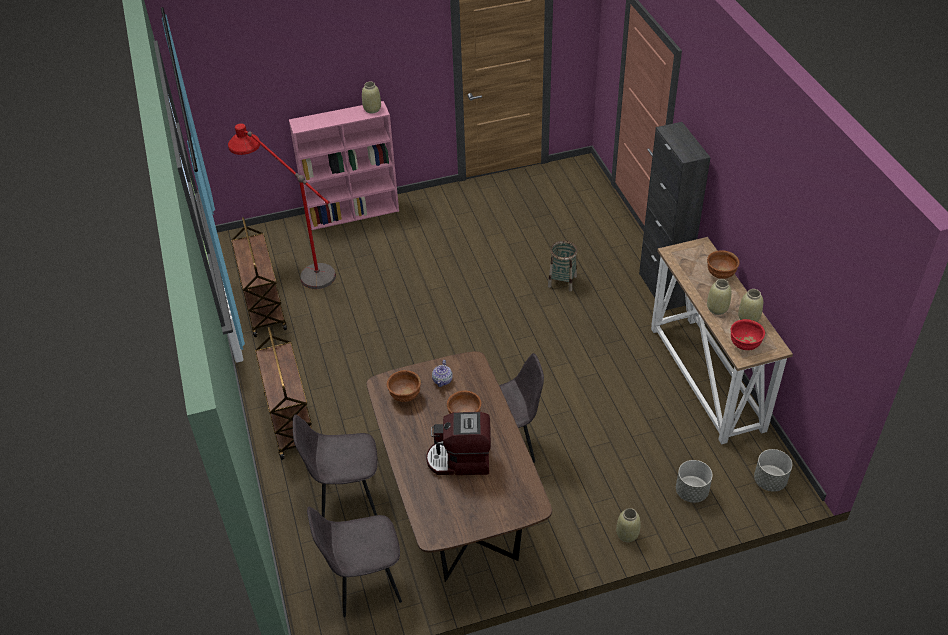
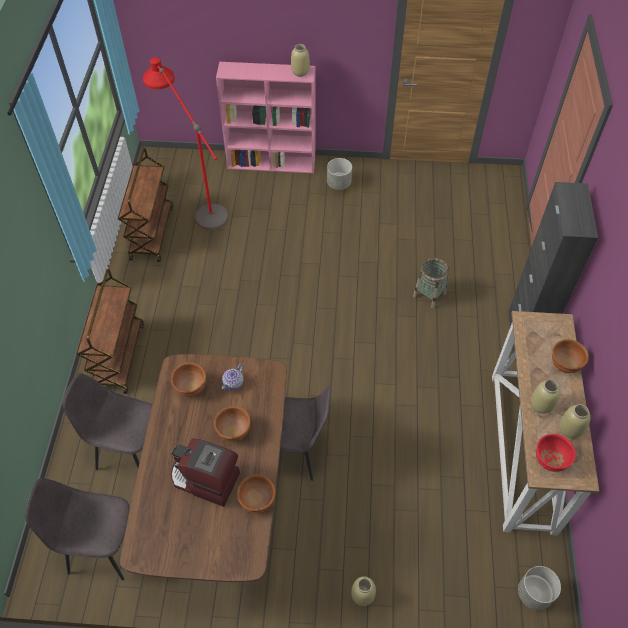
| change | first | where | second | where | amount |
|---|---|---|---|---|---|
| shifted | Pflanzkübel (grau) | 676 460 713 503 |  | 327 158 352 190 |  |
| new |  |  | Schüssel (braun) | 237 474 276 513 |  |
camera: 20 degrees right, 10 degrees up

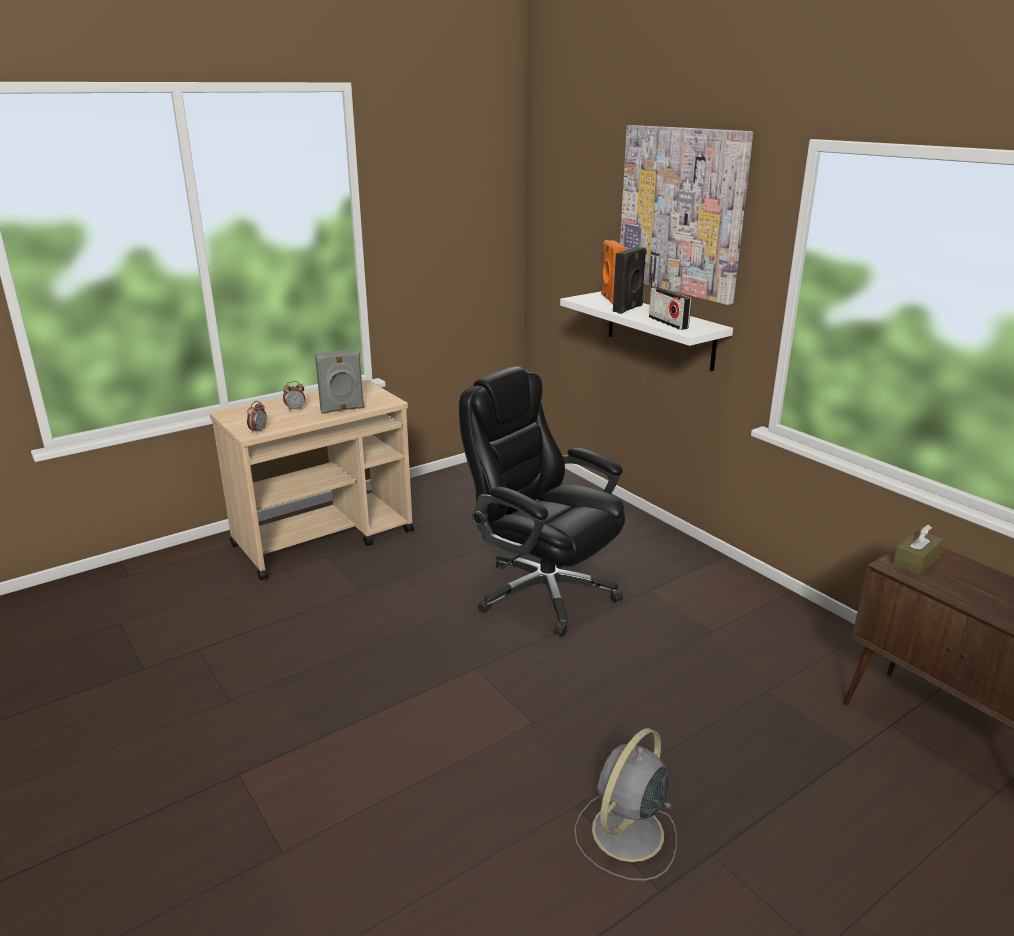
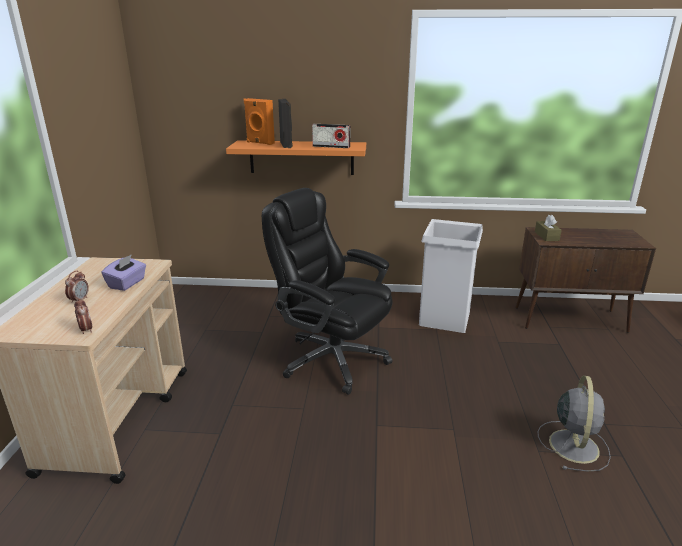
| change | first | where | second | where | amount |
|---|---|---|---|---|---|
| gone | Bild | 620 125 753 305 |  |  |  |
| repainted | Wandregal (weiß) | 560 292 733 371 | Wandregal (orange) | 226 140 366 175 |  |
| swapped | Lautsprecher (grau) | 315 349 364 414 | Taschentuchbox (lila) | 101 254 146 291 |  |
| rotated | Bürostuhl (schwarz) | 459 366 625 637 |  | 262 188 393 395 | 45 degrees clockwise |
| rotated | Ventilator (grau) | 574 728 677 881 |  | 538 375 611 472 | 150 degrees counterclockwise |
| new |  |  | Mülleimer (weiß) | 419 219 483 333 |  |
camera: 50 degrees left, 0 degrees up

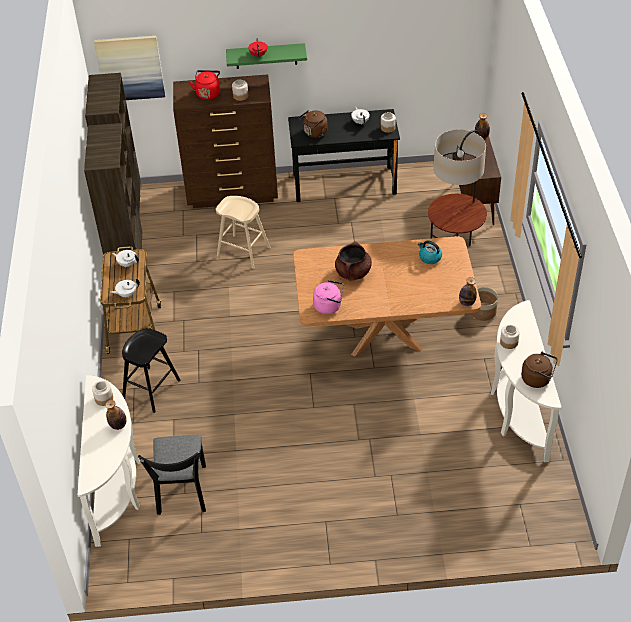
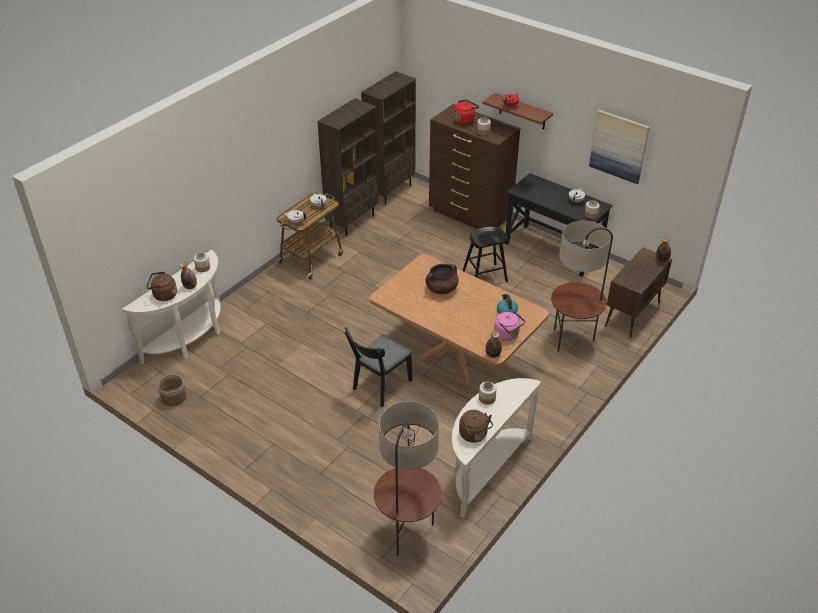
| change | first | where | second | where | amount |
|---|---|---|---|---|---|
| shifted | Bild | 94 36 165 100 |  | 589 110 650 184 |  |
| repainted | Wandregal (grün) | 226 43 307 69 | Wandregal (braun) | 482 93 553 129 |  |
| shifted | Wasserkessel (braun) | 299 110 328 138 |  | 146 272 177 301 |  |
| gone | Hocker (beige) | 216 196 270 269 |  |  |  |
| shifted | Wasserkessel (rosa) | 313 280 344 314 |  | 494 312 526 341 |  |
| shifted | Pflanzkübel | 471 287 498 321 |  | 158 374 186 406 |  |
| shifted | Hocker (schwarz) | 122 328 180 413 |  | 462 227 508 282 |  |
| shifted | Stuhl (schwarz) | 138 435 206 515 |  | 344 327 412 407 |  |
| new |  |  | Stehlampe | 374 401 442 555 |  |
camera: 40 degrees right, 5 degrees down

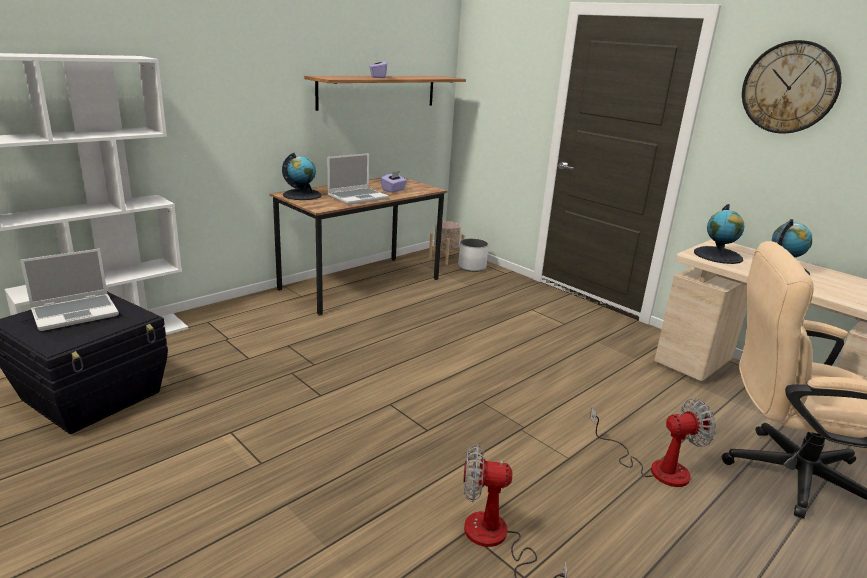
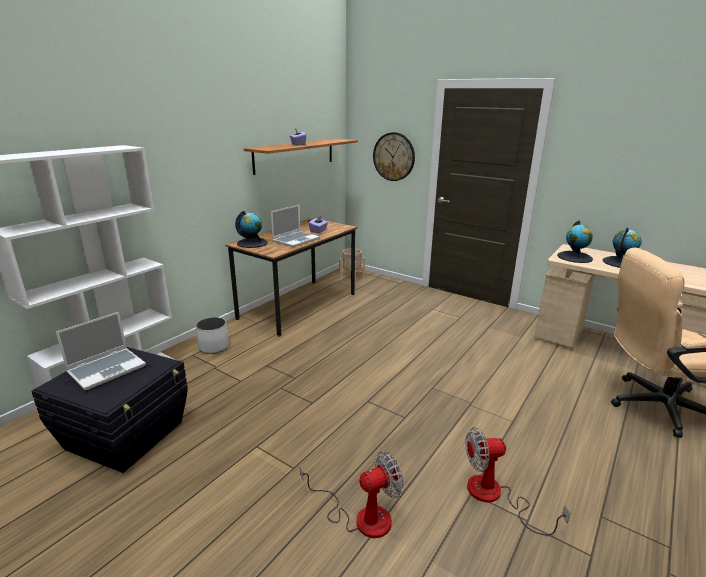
| change | first | where | second | where | amount |
|---|---|---|---|---|---|
| shifted | Wanduhr | 742 40 842 134 |  | 373 132 415 181 |  |
| shifted | Pflanzkübel (weiß) | 458 238 489 272 |  | 196 317 229 354 |  |
| shifted | Ventilator | 590 398 716 487 |  | 300 451 404 538 |  |
camera: 10 degrees left, 0 degrees up

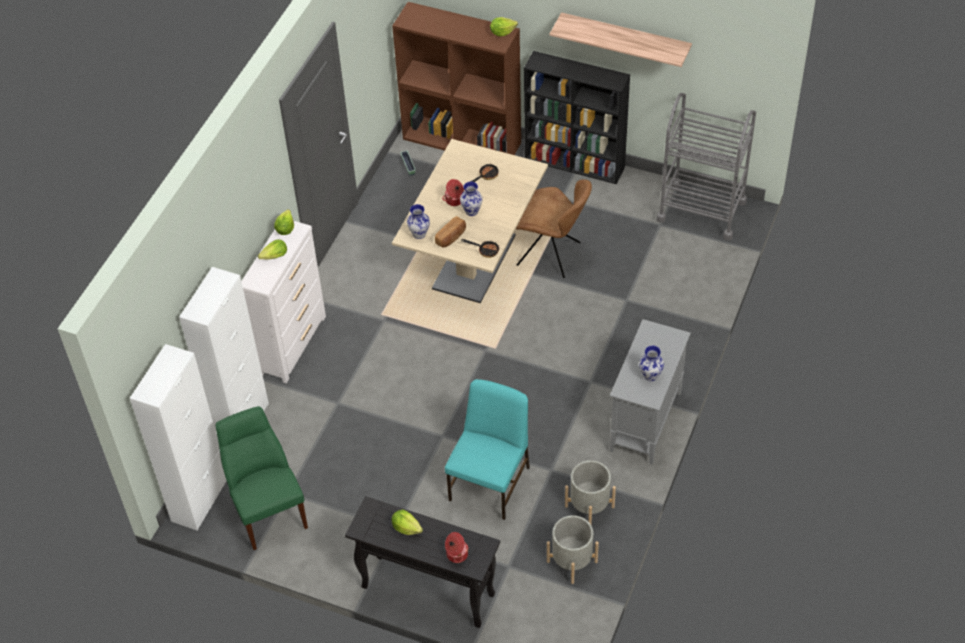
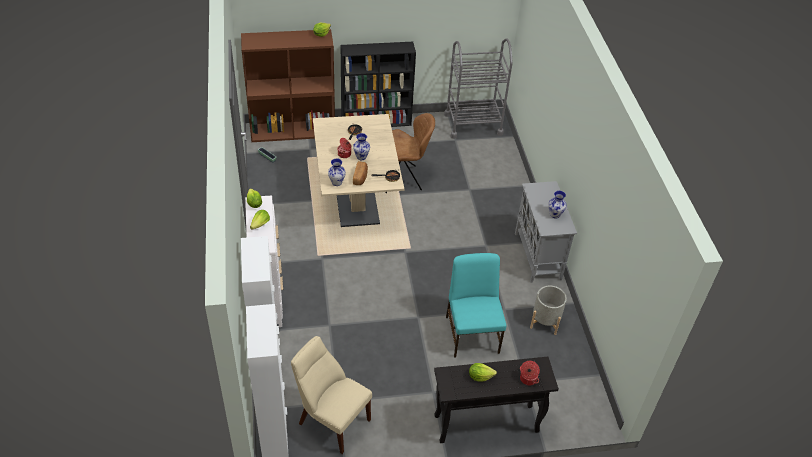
| change | first | where | second | where | amount |
|---|---|---|---|---|---|
| gone | Wandregal | 549 12 692 67 |  |  |  |
| repainted | Stuhl (grün) | 216 406 308 550 | Stuhl (beige) | 291 336 372 454 |  |
| gone | Pflanzkübel (grau) | 547 515 599 584 |  |  |  |
camera: 35 degrees left, 5 degrees down

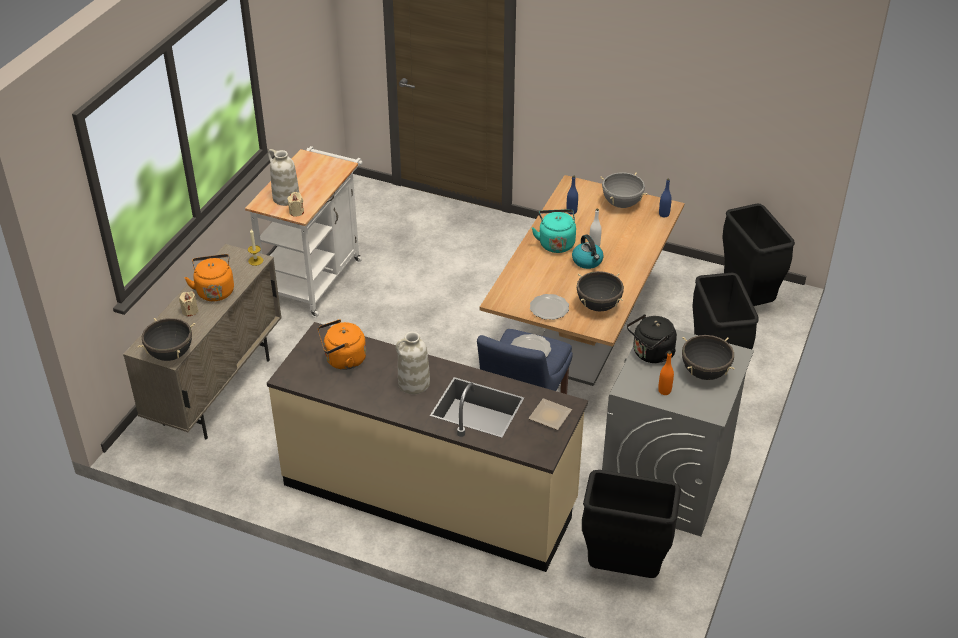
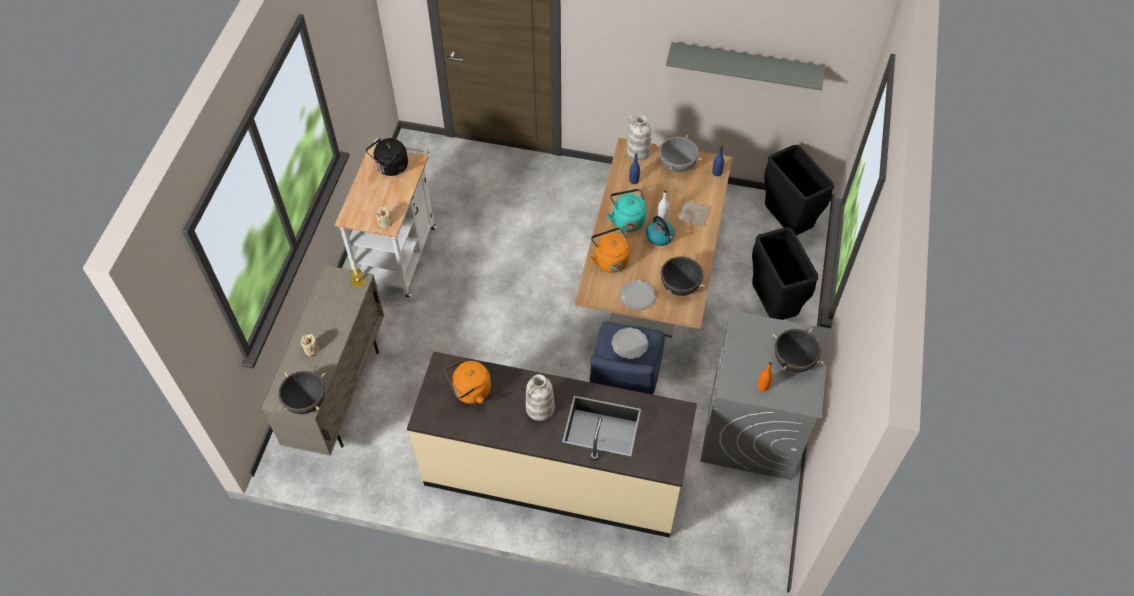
| change | first | where | second | where | amount |
|---|---|---|---|---|---|
| shifted | Vase (weiß) | 268 149 299 206 |  | 627 115 651 161 |  |
| shifted | Wasserkessel (orange) | 185 254 234 301 |  | 590 228 630 273 |  |
| shifted | Wasserkessel (schwarz) | 627 314 677 363 |  | 366 138 408 176 |  |
| shifted | Teller | 528 398 572 430 |  | 679 201 709 226 |  |
| gone | Mülleimer (schwarz) | 582 470 681 578 |  |  |  |
| new |  |  | Wandregal (grau) | 666 42 825 91 |  |
camera: 10 degrees left, 15 degrees up

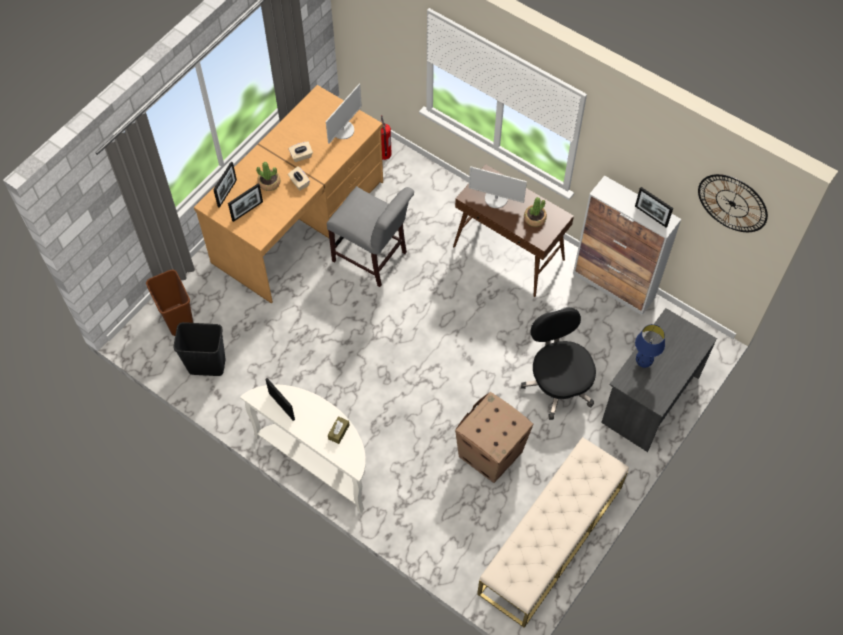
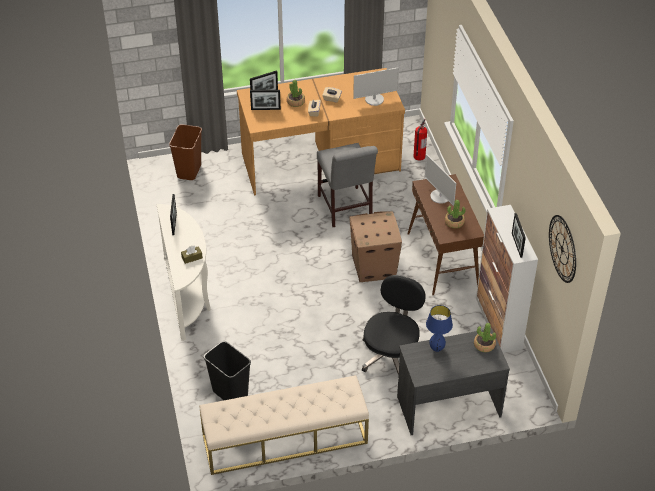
| change | first | where | second | where | amount |
|---|---|---|---|---|---|
| shifted | Mülleimer (schwarz) | 173 322 226 376 |  | 204 341 251 400 |  |
| shifted | Karton | 455 392 533 483 |  | 349 211 402 282 |  |
| new |  |  | Topfpflanze | 474 323 496 352 |  |
camera: 40 degrees right, 15 degrees down

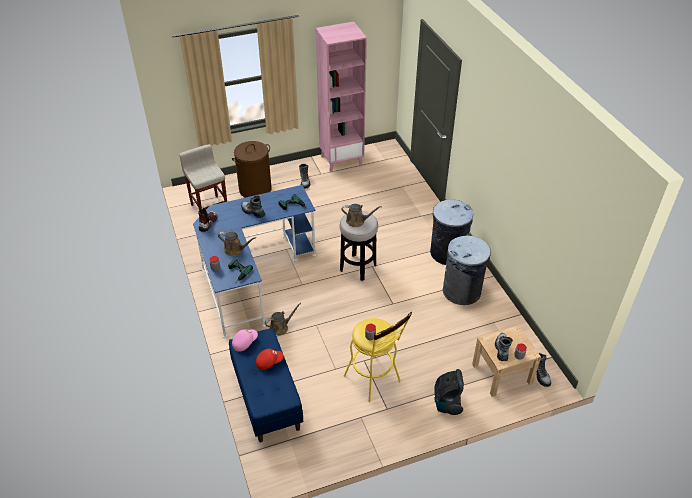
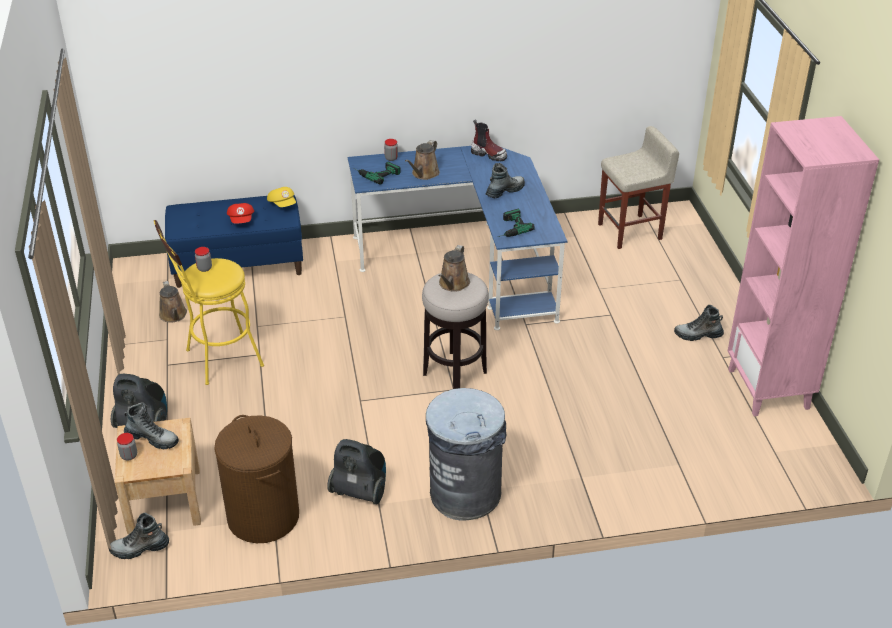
| change | first | where | second | where | amount |
|---|---|---|---|---|---|
| shifted | Wäschekorb (braun) | 232 141 272 198 |  | 215 415 299 543 |  |
| swapped | Mülleimer (grau) | 443 236 491 305 | Staubsauger | 327 439 386 504 |  |
| shifted | Gießkanne (braun) | 265 303 301 335 |  | 159 281 187 323 |  |
| repainted | Kappe (rosa) | 232 329 258 352 | Kappe (gelb) | 267 187 296 207 |  |
camera: 100 degrees right, 5 degrees down

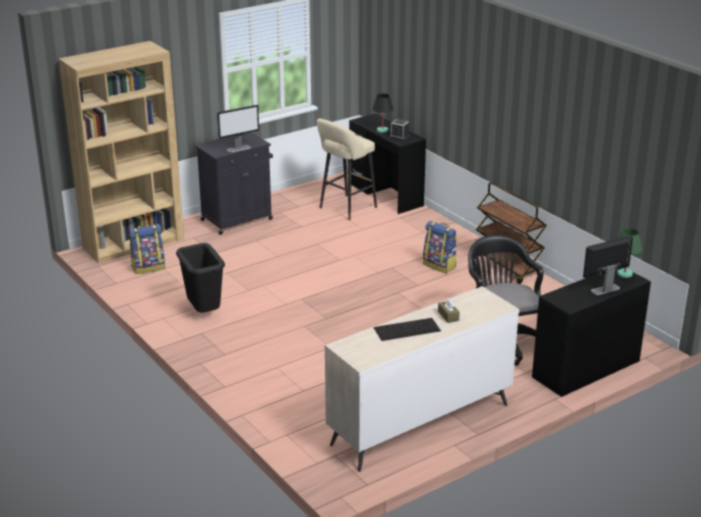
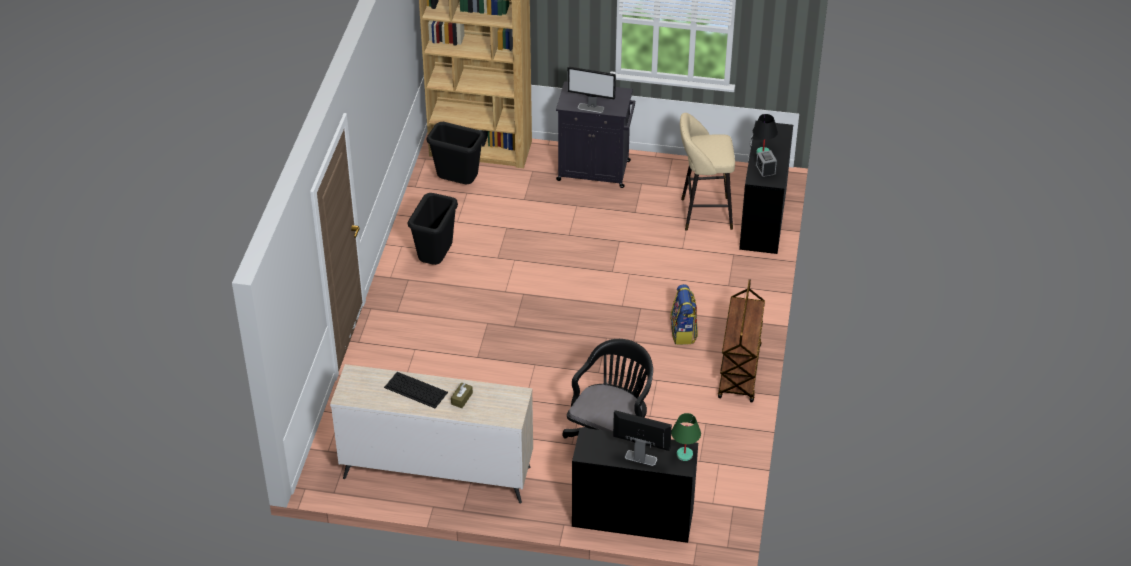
| change | first | where | second | where | amount |
|---|---|---|---|---|---|
| swapped | Rucksack | 129 224 165 274 | Mülleimer (schwarz) | 427 122 484 185 |  |
camera: 45 degrees right, 15 degrees up

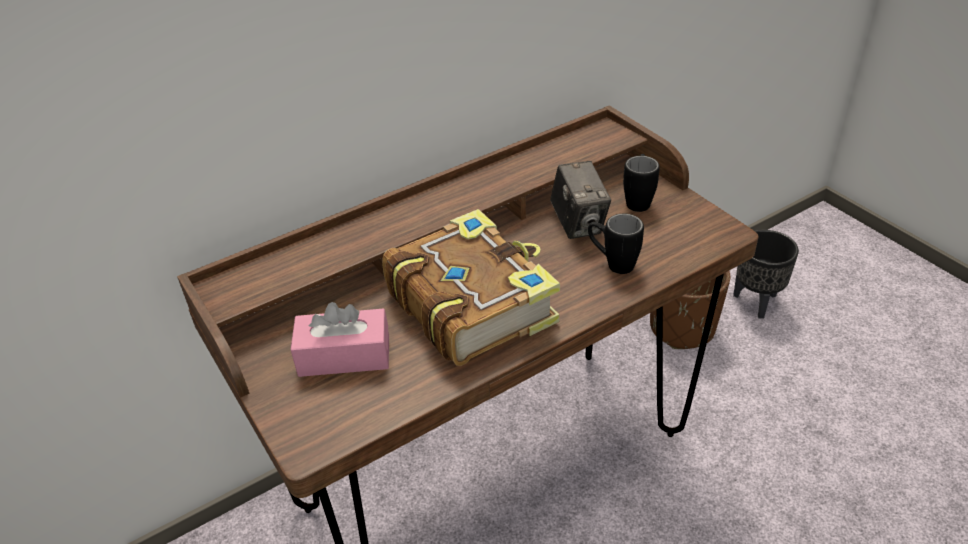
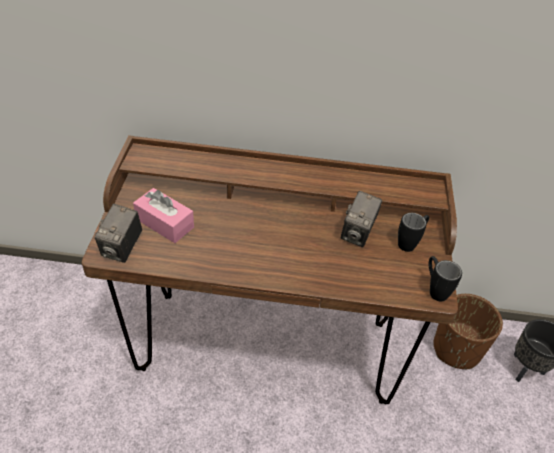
| change | first | where | second | where | amount |
|---|---|---|---|---|---|
| gone | Buch | 382 209 560 366 |  |  |  |
| shifted | Henkelbecher (schwarz) | 588 214 644 274 |  | 429 256 462 301 |  |
| new |  |  | Kamera | 95 204 142 263 |  |
camera: 35 degrees right, 5 degrees up

